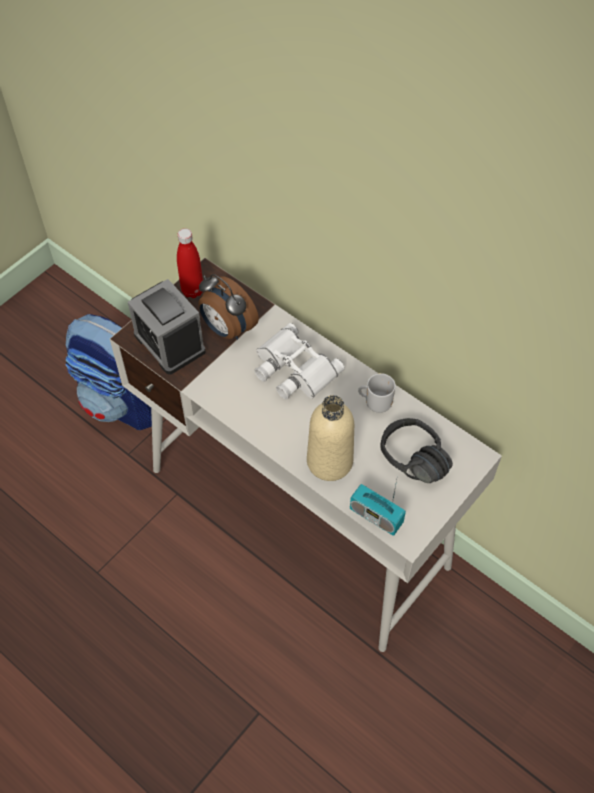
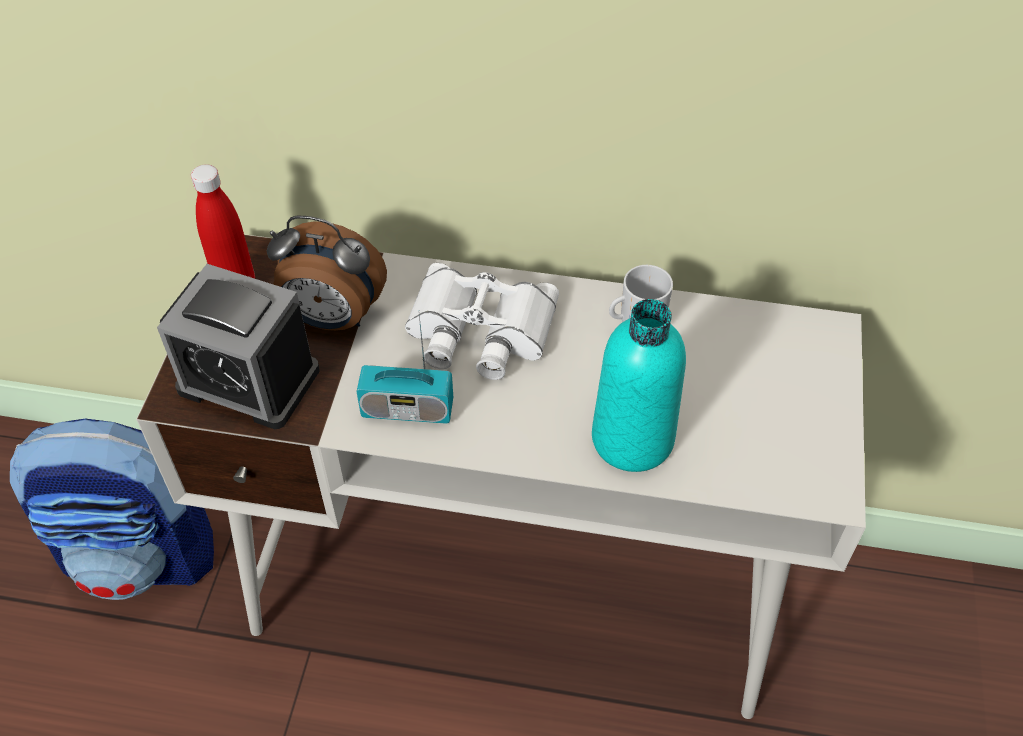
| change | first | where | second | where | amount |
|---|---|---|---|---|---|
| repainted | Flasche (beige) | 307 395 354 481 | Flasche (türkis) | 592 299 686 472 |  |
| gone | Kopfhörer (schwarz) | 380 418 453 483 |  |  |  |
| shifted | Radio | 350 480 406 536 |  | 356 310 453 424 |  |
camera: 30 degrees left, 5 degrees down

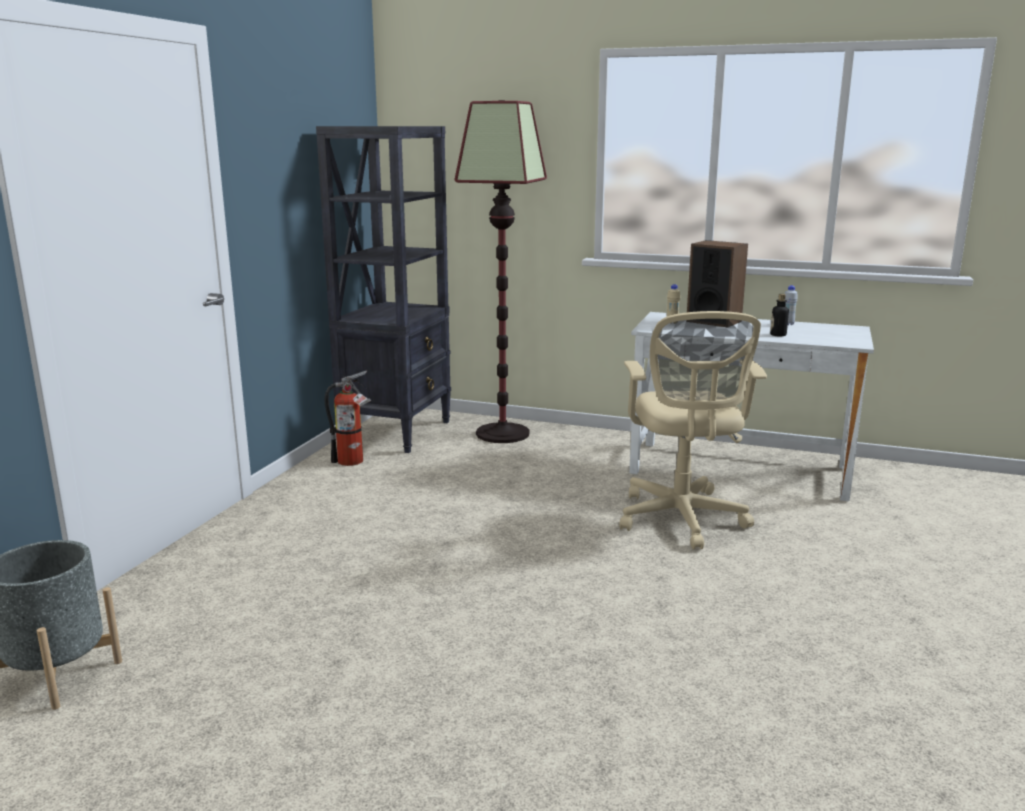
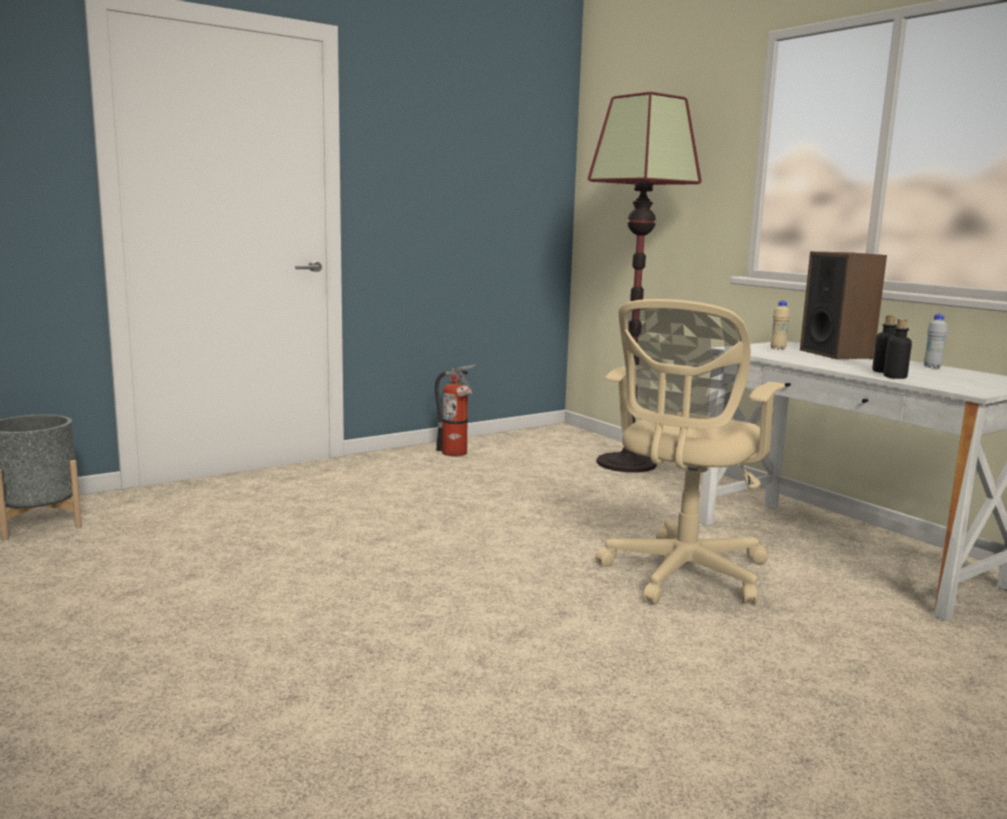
| change | first | where | second | where | amount |
|---|---|---|---|---|---|
| gone | Bücherregal (schwarz) | 316 126 451 453 |  |  |  |
| new |  |  | Flasche | 883 319 912 379 |  |
camera: 35 degrees right, 5 degrees down

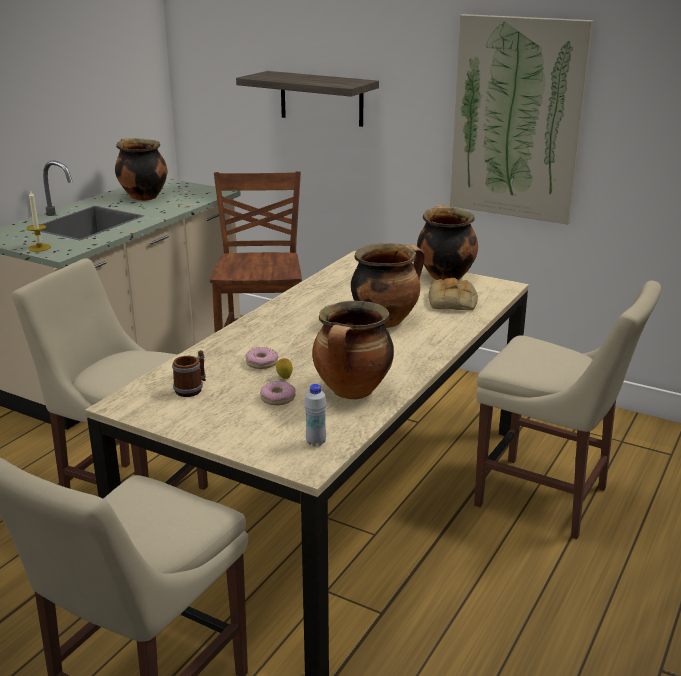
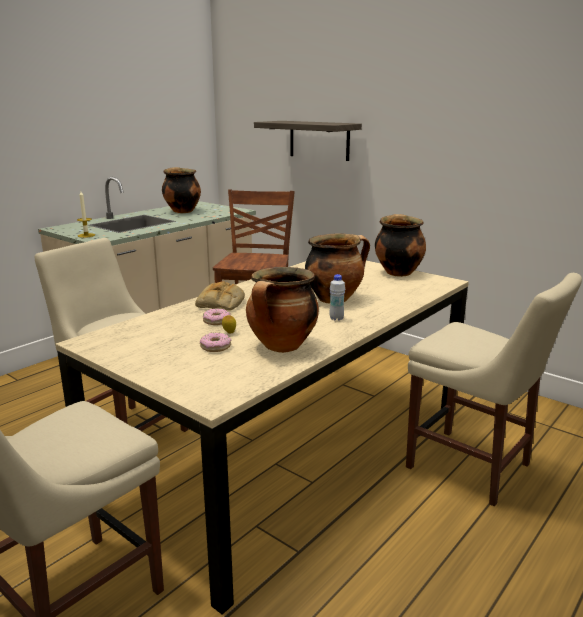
| change | first | where | second | where | amount |
|---|---|---|---|---|---|
| gone | Bild | 450 14 594 225 |  |  |  |
| shifted | Brot | 428 278 478 310 |  | 195 281 245 311 |  |
| gone | Henkelbecher | 172 350 206 397 |  |  |  |
| shifted | Flasche (weiß) | 304 384 327 446 |  | 329 274 345 321 |  |
camera: 10 degrees right, 5 degrees down

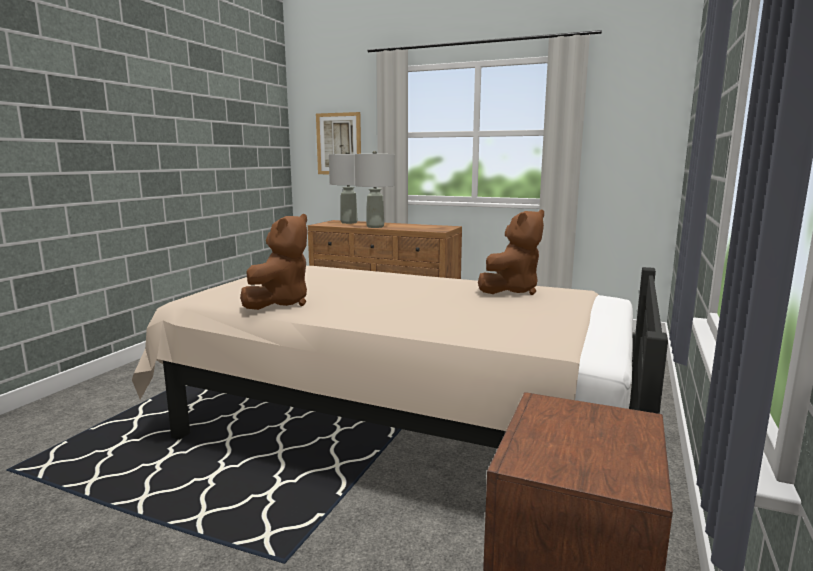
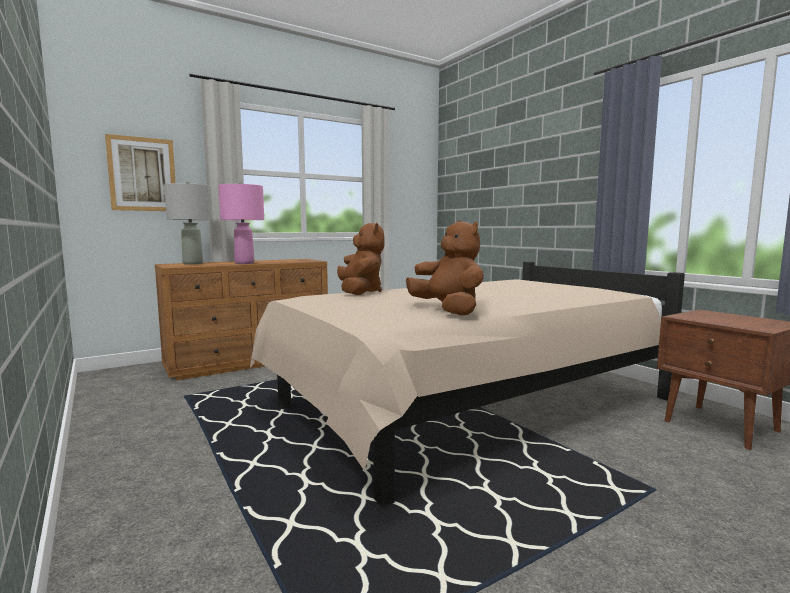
| change | first | where | second | where | amount |
|---|---|---|---|---|---|
| repainted | Tischlampe (grau) | 355 151 395 228 | Tischlampe (rosa) | 218 182 264 264 |  |
| shifted | Plüschtier (braun) | 478 209 544 295 |  | 337 222 384 295 |  |
camera: 55 degrees left, 5 degrees down

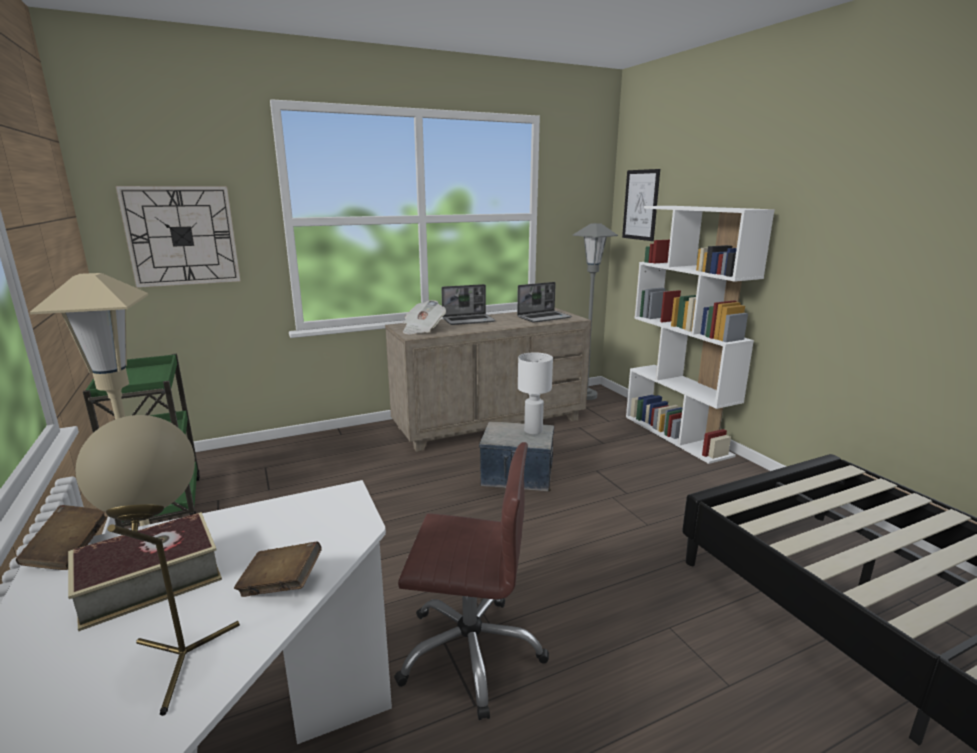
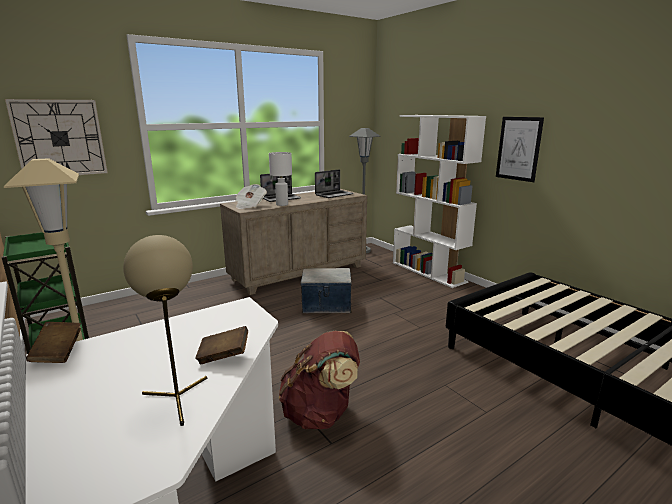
| change | first | where | second | where | amount |
|---|---|---|---|---|---|
| shifted | Bild | 622 169 660 241 |  | 496 117 544 182 |  |
| shifted | Tischlampe (weiß) | 518 352 553 435 |  | 269 152 292 206 |  |
| swapped | Bürostuhl (braun) | 394 442 549 720 | Rucksack (braun) | 279 330 360 429 |  |
| gone | Buch | 68 512 222 632 |  |  |  |
camera: 10 degrees left, 0 degrees up

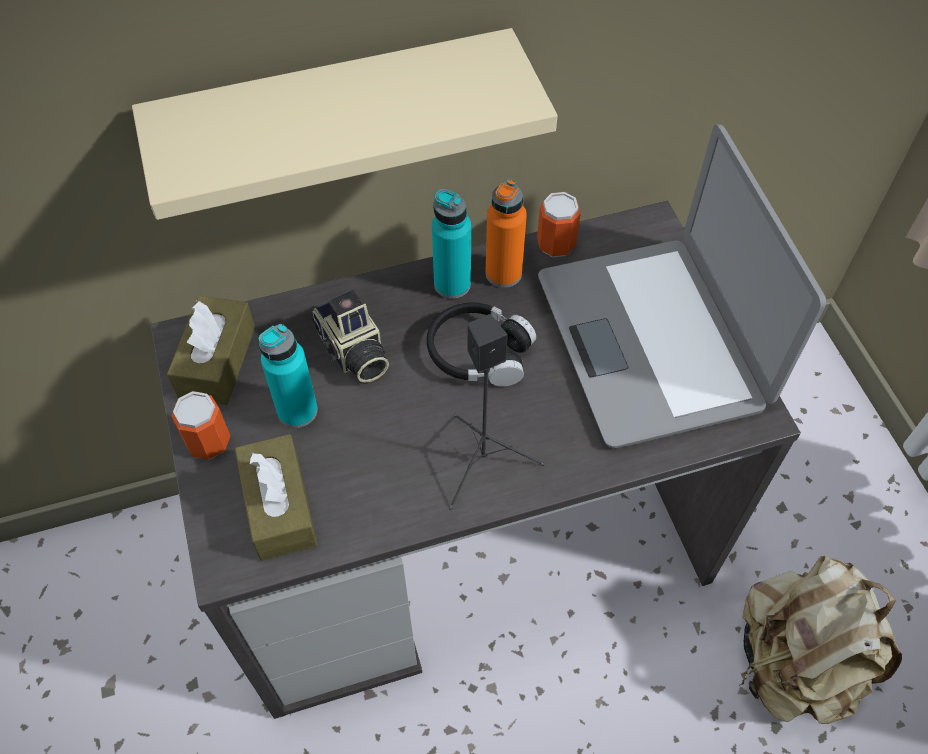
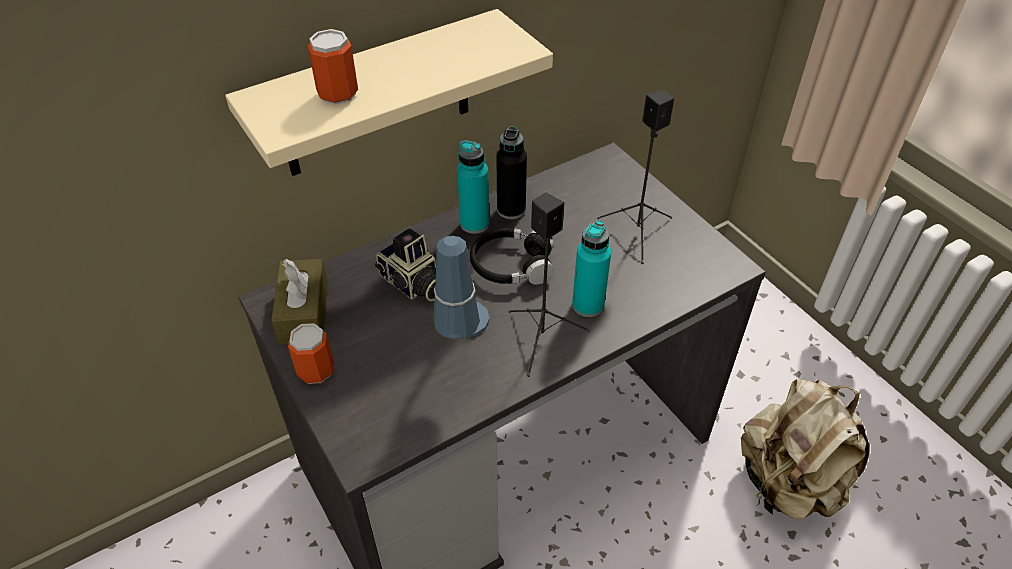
| change | first | where | second | where | amount |
|---|---|---|---|---|---|
| swapped | Laptop | 538 124 826 448 | Lautsprecher (schwarz) | 597 90 674 264 |  |
| repainted | Flasche (orange) | 485 179 527 288 | Flasche (schwarz) | 496 126 527 219 |  |
| shifted | Dose | 537 192 581 257 |  | 308 29 358 105 |  |
| shifted | Flasche (türkis) | 259 324 318 428 |  | 572 220 611 317 |  |
| gone | Taschentuchbox (braun) | 235 434 317 561 |  |  |  |
| new |  |  | Tischlampe | 433 236 490 340 |  |
camera: 15 degrees left, 10 degrees down

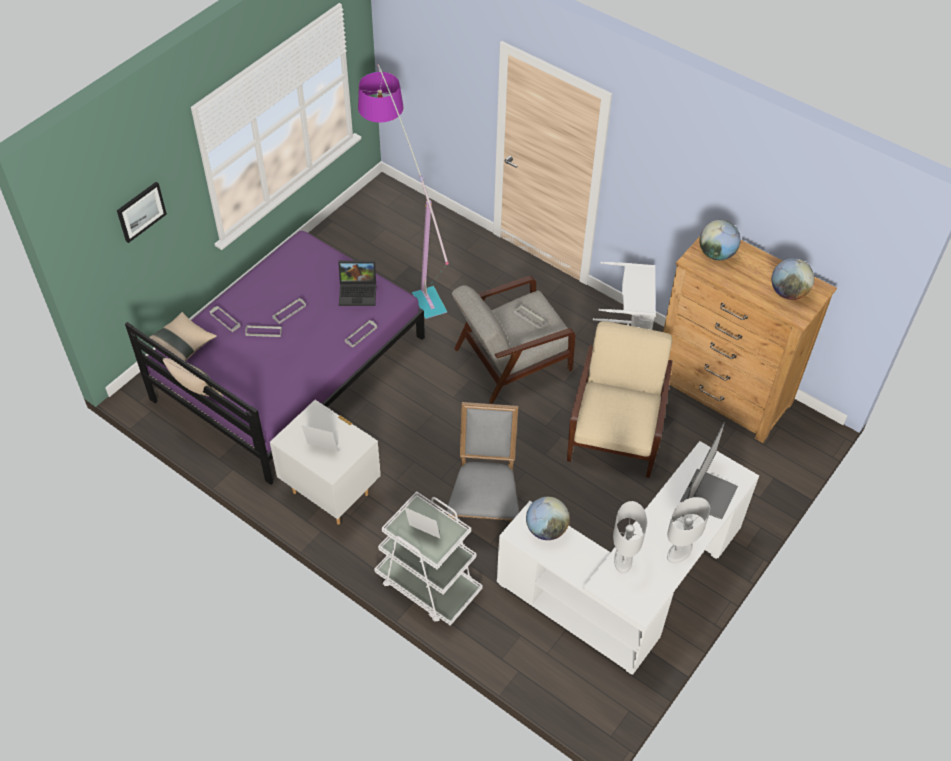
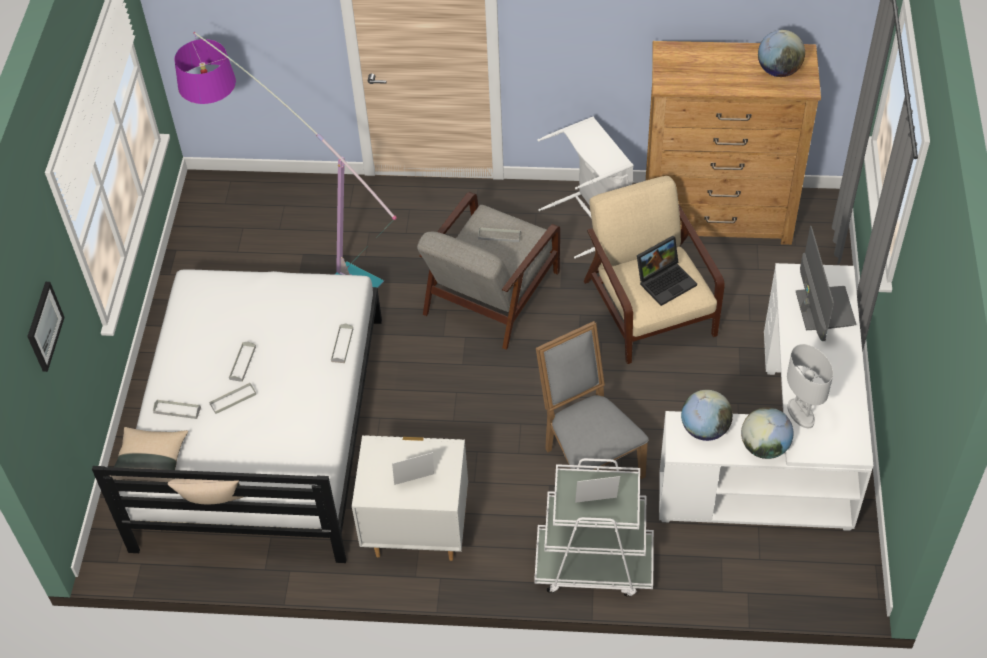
| change | first | where | second | where | amount |
|---|---|---|---|---|---|
| shifted | Globus | 699 220 741 260 |  | 741 407 794 459 |  |
| repainted | Bett (lila) | 125 231 425 485 | Bett (weiß) | 92 269 382 563 |  |
| shifted | Laptop | 338 261 376 306 |  | 637 236 697 306 |  |
| gone | Tischlampe (weiß) | 667 497 710 563 |  |  |  |
camera: 30 degrees left, 0 degrees up

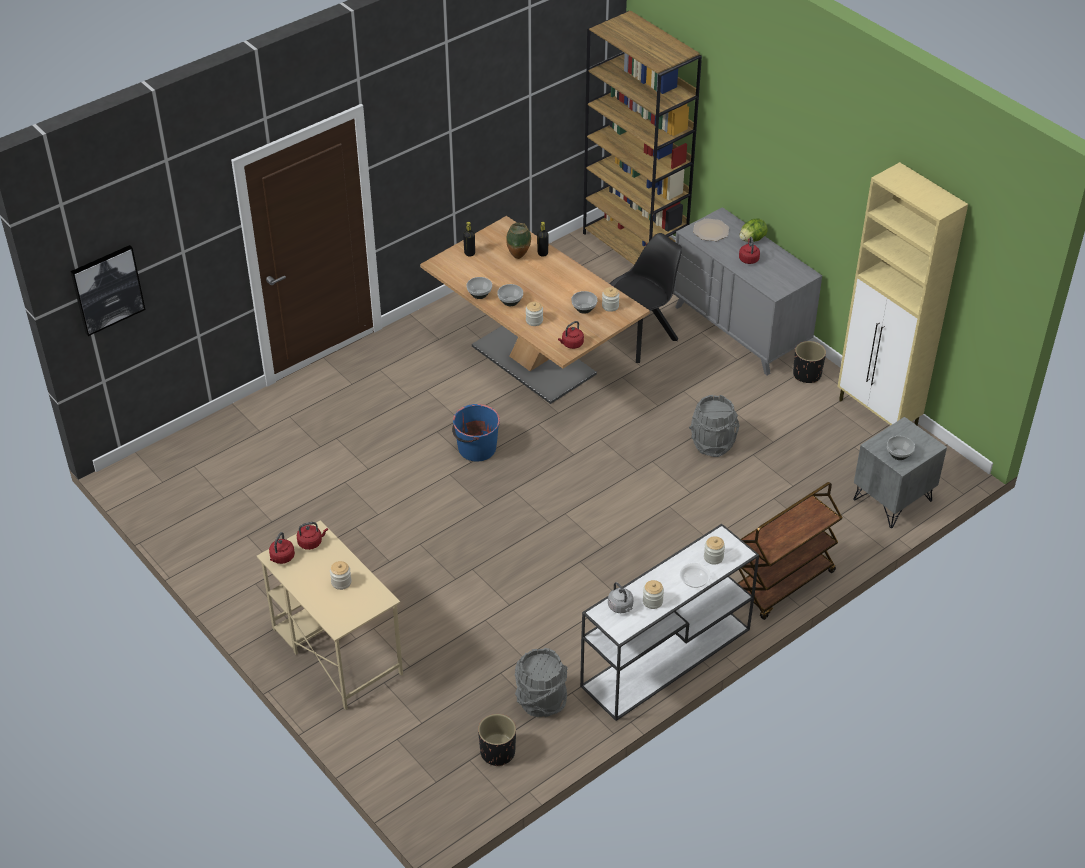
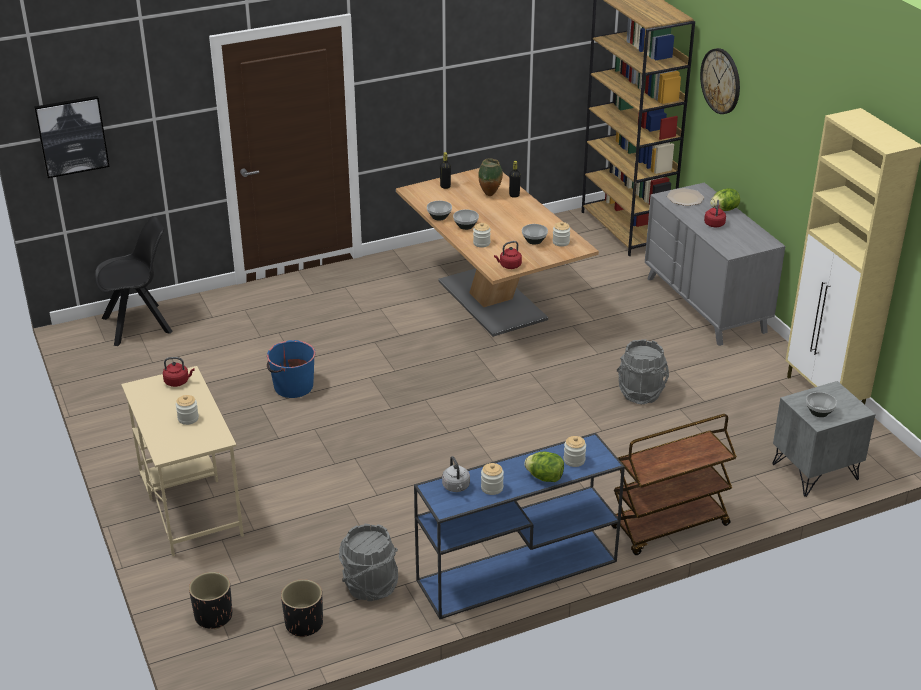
| change | first | where | second | where | amount |
|---|---|---|---|---|---|
| shifted | Stuhl (schwarz) | 610 233 682 363 |  | 95 216 173 346 |  |
| shifted | Pflanzkübel (schwarz) | 793 341 826 383 |  | 189 572 232 630 |  |
| shifted | Eimer (blau) | 452 404 500 462 |  | 267 340 316 398 |  |
| repainted | Konsolentisch (weiß) | 580 524 759 721 | Konsolentisch (blau) | 414 433 625 619 |  |
| gone | Wasserkessel (rot) | 269 532 295 564 |  |  |  |
| swapped | Schüssel | 680 563 711 588 | Salatkopf | 524 452 564 482 |  |
| new |  |  | Wanduhr | 700 48 740 114 |  |
camera: 15 degrees right, 10 degrees down

